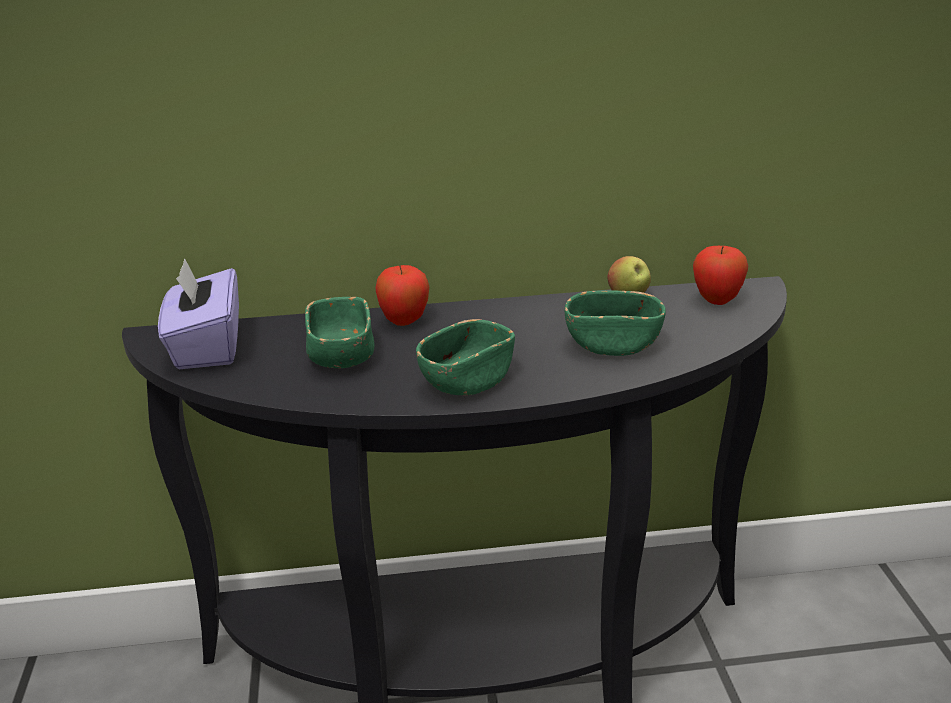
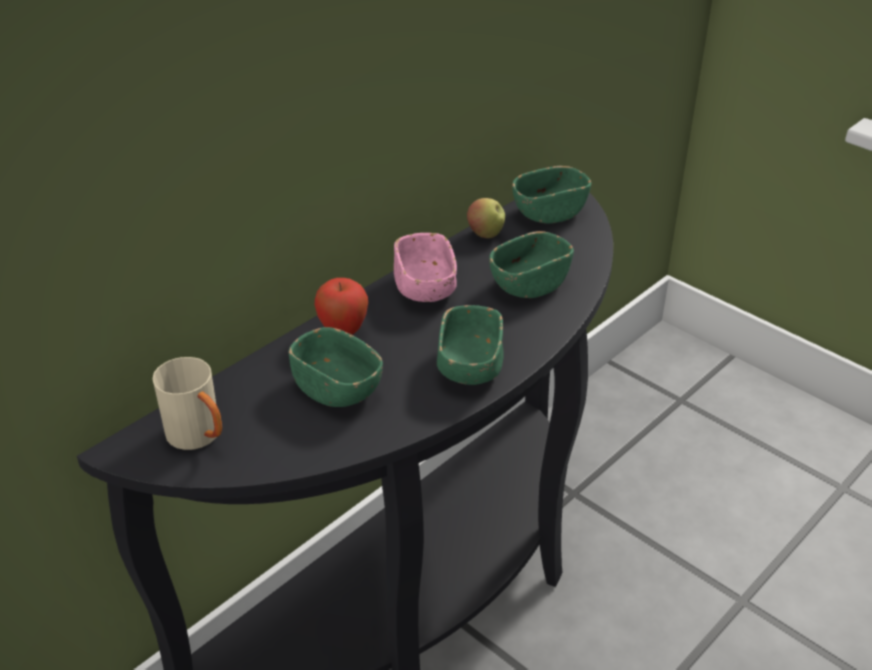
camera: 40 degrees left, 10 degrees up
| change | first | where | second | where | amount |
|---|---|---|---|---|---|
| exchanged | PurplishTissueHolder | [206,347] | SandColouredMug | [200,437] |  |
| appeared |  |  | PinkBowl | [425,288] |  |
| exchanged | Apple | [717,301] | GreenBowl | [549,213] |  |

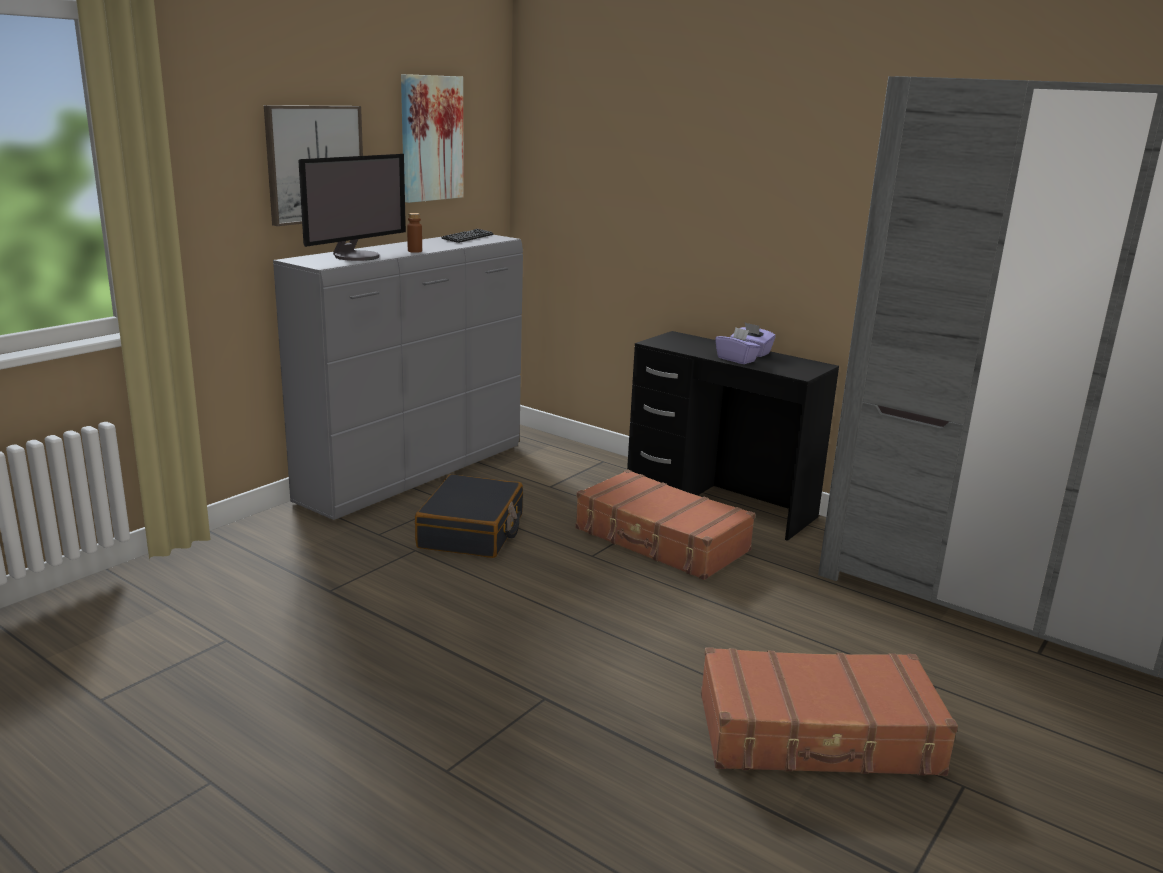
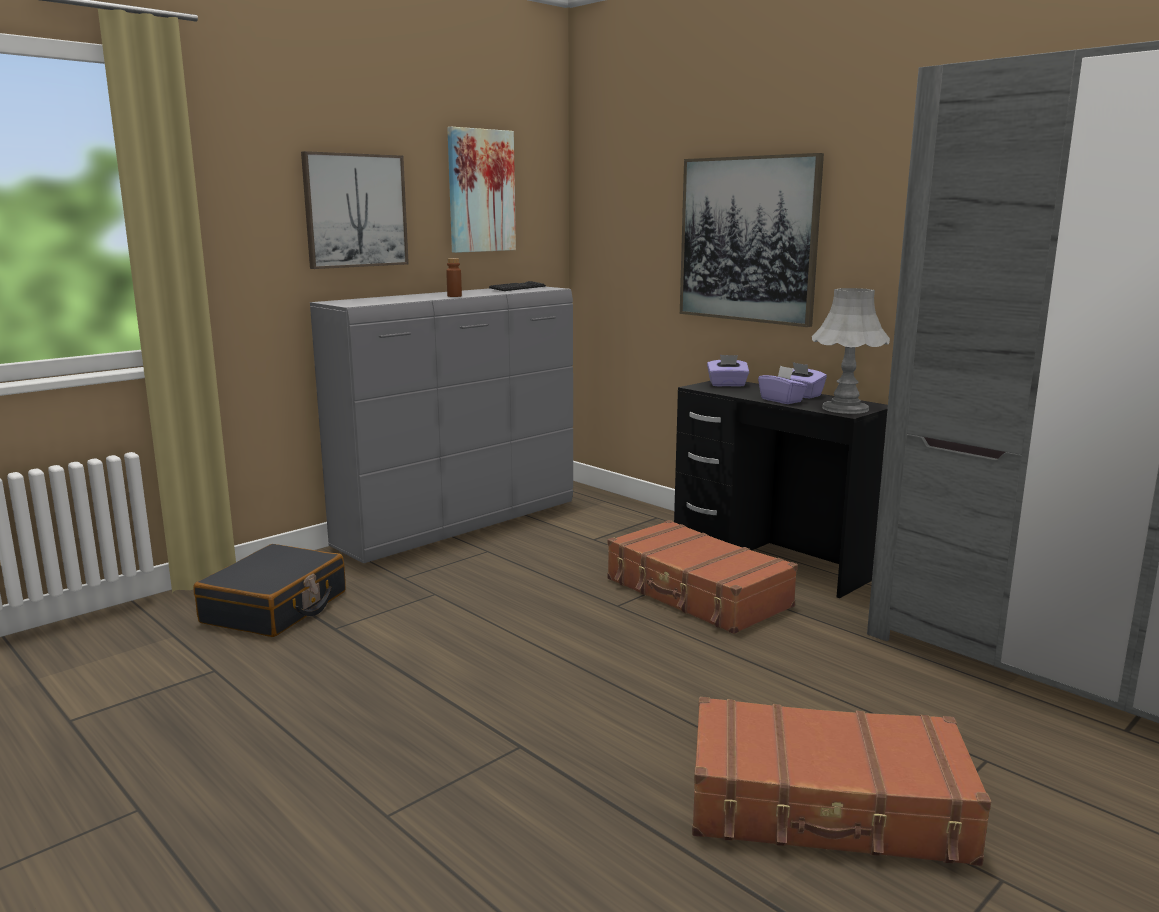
camera: 10 degrees right, 5 degrees down
| change | first | where | second | where | amount |
|---|---|---|---|---|---|
| relocated | BlackishSuitcase | [472,532] |  | [275,608] |  |
| appeared |  |  | WallArt | [748,239] |  |
| appeared |  |  | PurplishTissueHolder | [727,385] |  |
| appeared |  |  | GrayLampForATable | [844,408] |  |
| missing | ComputerScreen | [356,256] |  |  |  |

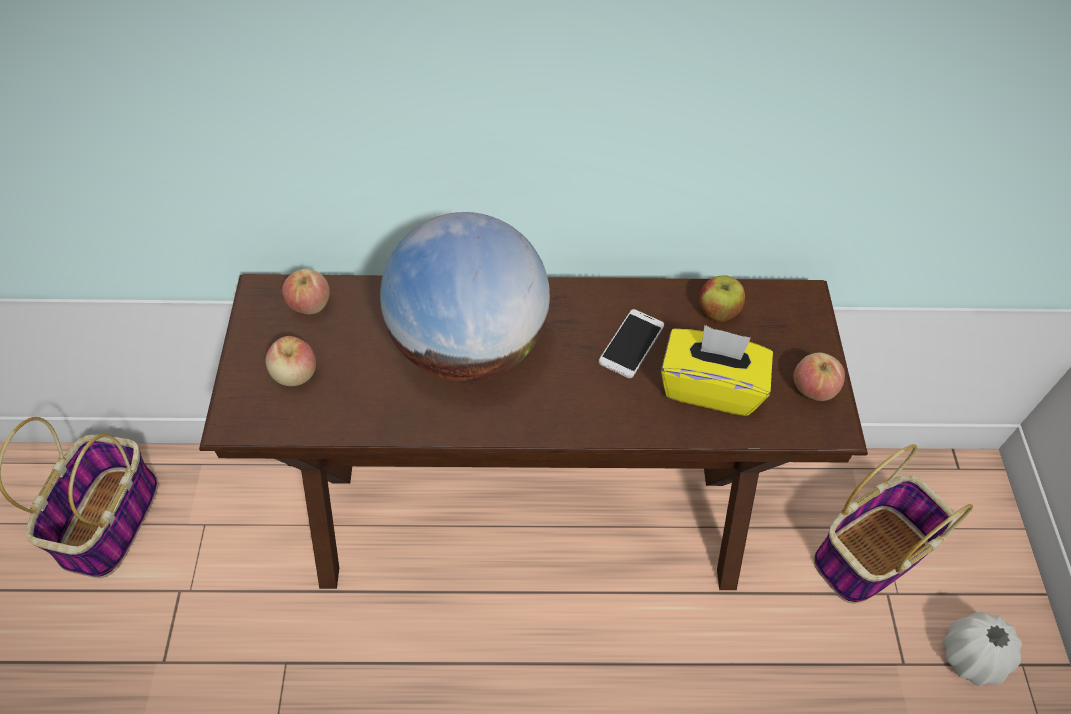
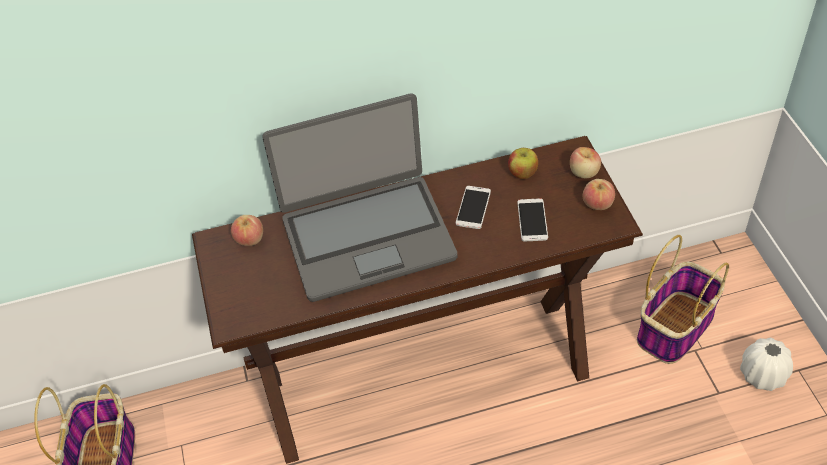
camera: 10 degrees left, 5 degrees down
| change | first | where | second | where | amount |
|---|---|---|---|---|---|
| exchanged | Globe | [469,346] | NotebookComputer | [367,237] |  |
| exchanged | YellowColouredTissueHolder | [710,386] | Handset | [532,220] |  |
| relocated | Apple | [295,374] |  | [584,173] |  |

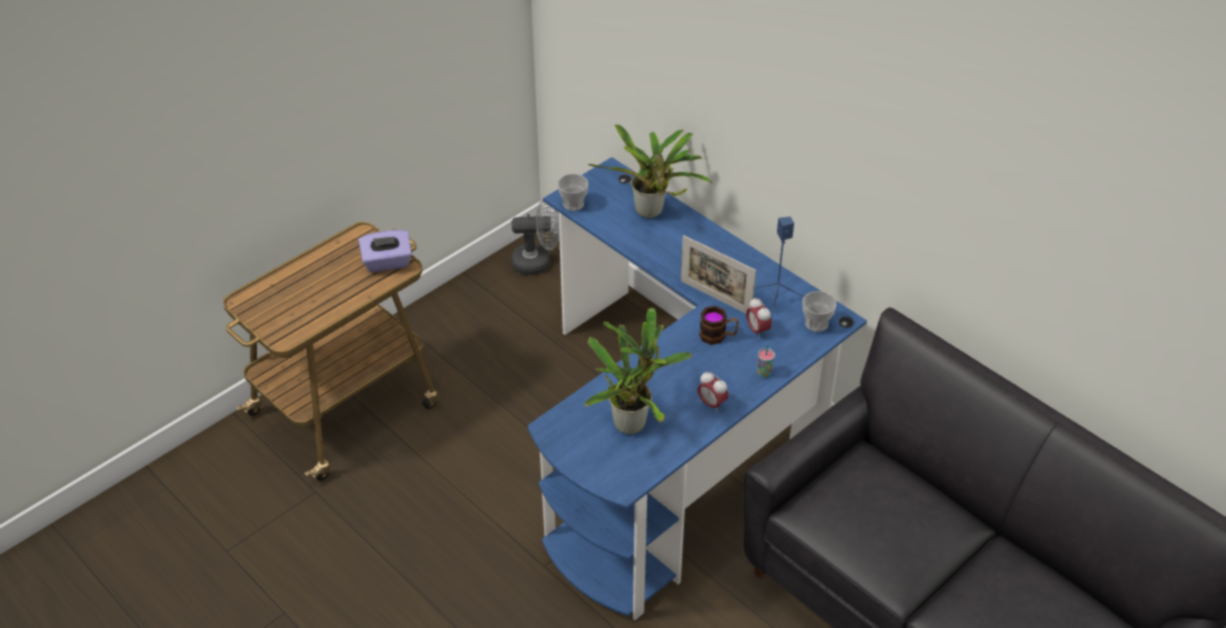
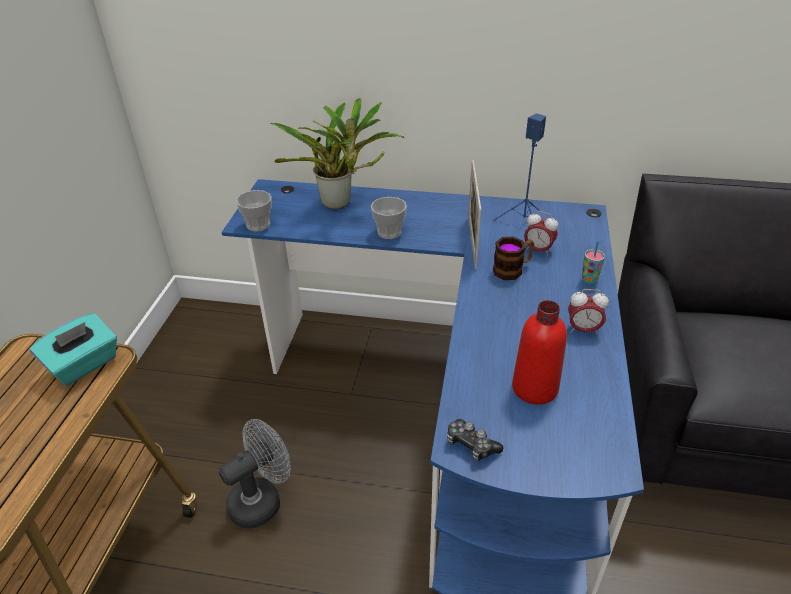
camera: 35 degrees left, 5 degrees down
| change | first | where | second | where | amount |
|---|---|---|---|---|---|
| colour | PurplishTissueHolder | [387,263] | TurquoiseColouredTissueHolder | [84,365] |  |
| relocated | GrayCoolingFan | [538,262] |  | [262,500] |  |
| relocated | Cup | [816,324] |  | [389,232] |  |
| appeared |  |  | GameController | [471,445] |  |
| spun | StandingFrame | [715,298] |  | [472,241] | 90 degrees clockwise |
| exchanged | PottedPlant | [632,421] | ReddishBeverageBottle | [534,388] |  |

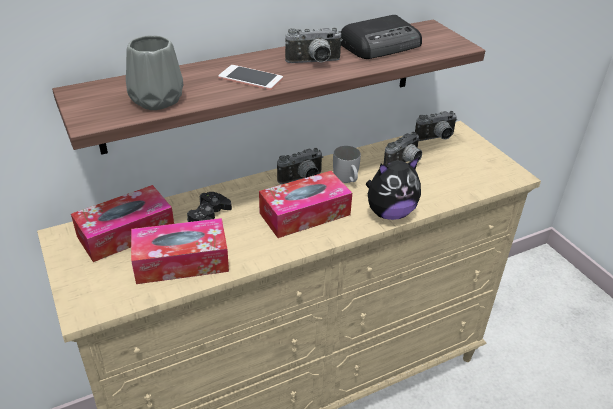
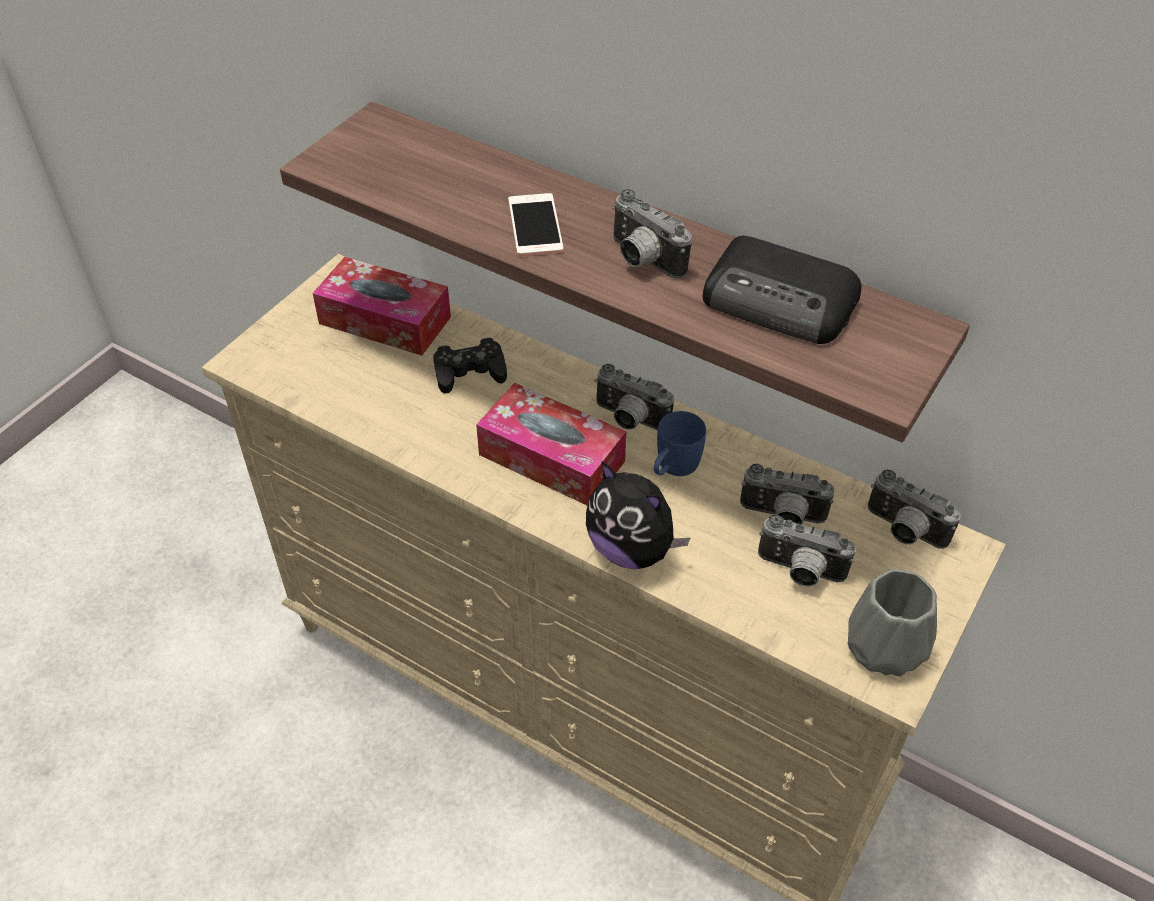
camera: 60 degrees right, 10 degrees up
| change | first | where | second | where | amount |
|---|---|---|---|---|---|
| colour | WhiteColouredMug | [347,179] | BluishMug | [673,467] |  |
| appeared |  |  | StillCamera | [799,572] |  |
| relocated | GrayFlowerVase | [158,100] |  | [885,649] |  |
| missing | TissueHolder | [181,261] |  |  |  |

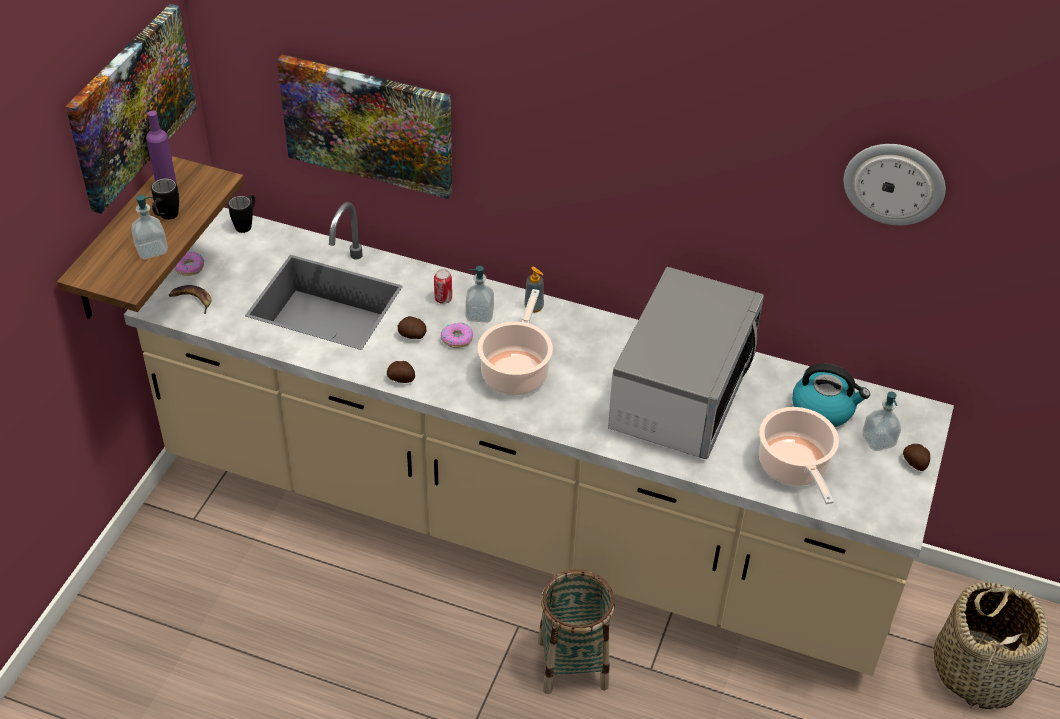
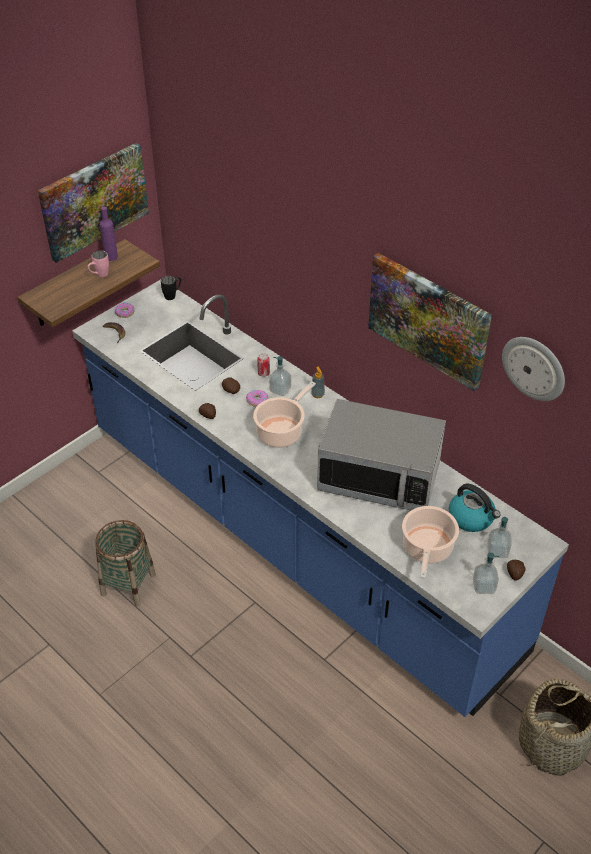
camera: 25 degrees right, 0 degrees up
| change | first | where | second | where | amount |
|---|---|---|---|---|---|
| colour | SandColouredKitchenBaseUnit | [524,519] | BluishKitchenBaseUnit | [295,537] |  |
| colour | BlackishMug | [166,218] | PinkMug | [99,275] |  |
| relocated | Basket | [573,664] |  | [128,584] |  |
| spun | MicrowaveOven | [680,394] |  | [379,478] | 60 degrees clockwise |
| relocated | WallArt | [368,124] |  | [428,319] |  |
| relocated | LiquidSoapBottle | [152,250] |  | [484,586] |  |

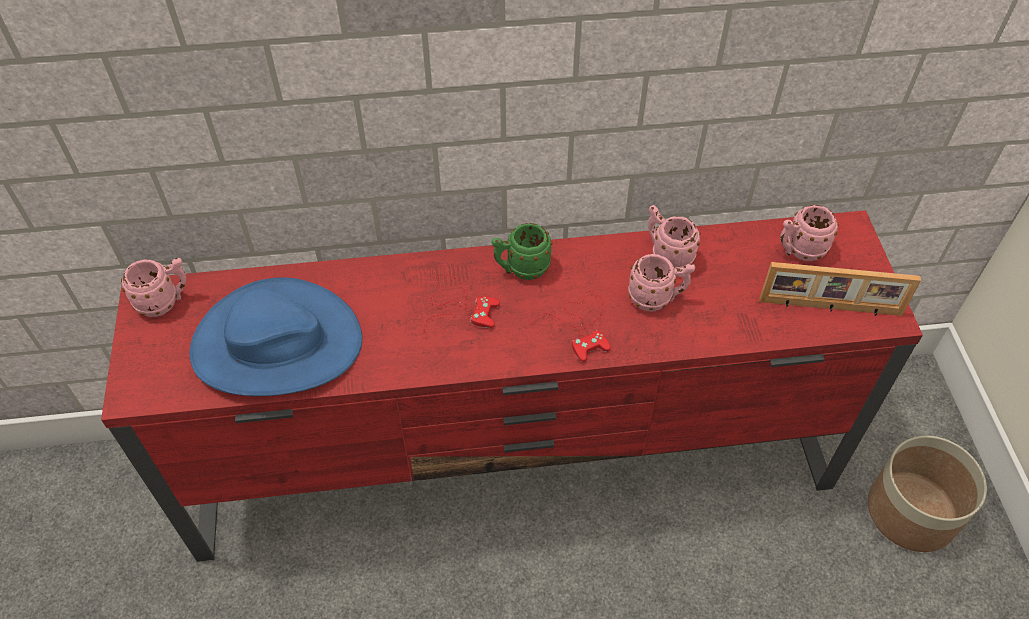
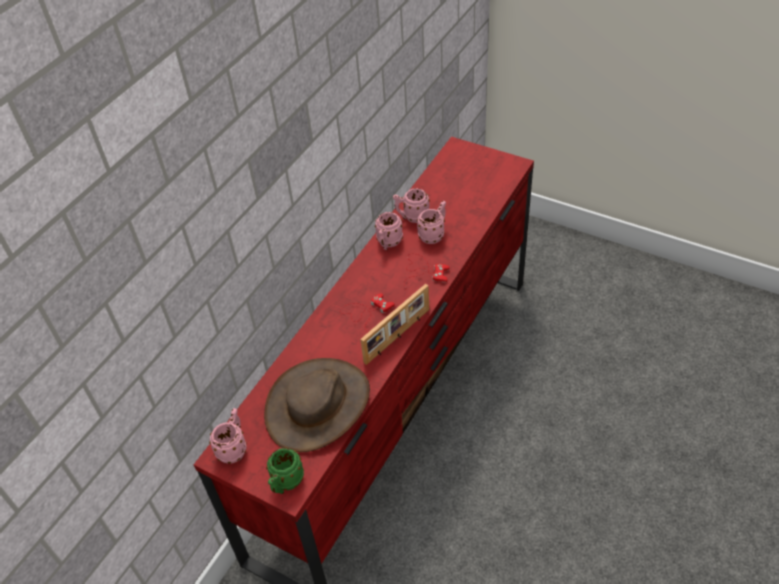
camera: 50 degrees left, 5 degrees down
| change | first | where | second | where | amount |
|---|---|---|---|---|---|
| colour | BluishClothingHat | [276,345] | BrownColouredClothingHat | [318,405] |  |
| relocated | GreenMug | [521,269] |  | [285,484] |  |
| relocated | StandingFrame | [830,308] |  | [398,336] |  |
| relocated | PinkMug | [799,251] |  | [388,243] |  |
| missing | PlantPot | [911,511] |  |  |  |

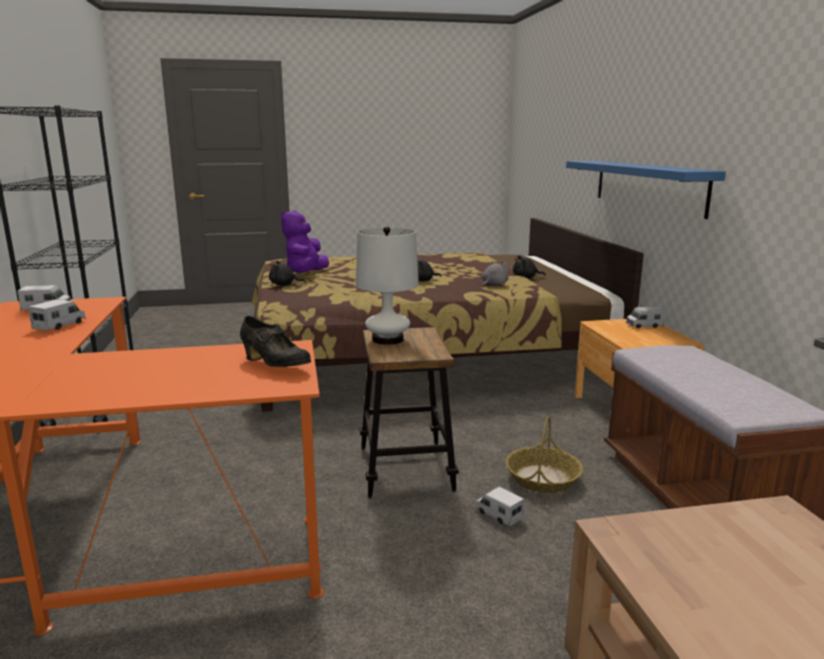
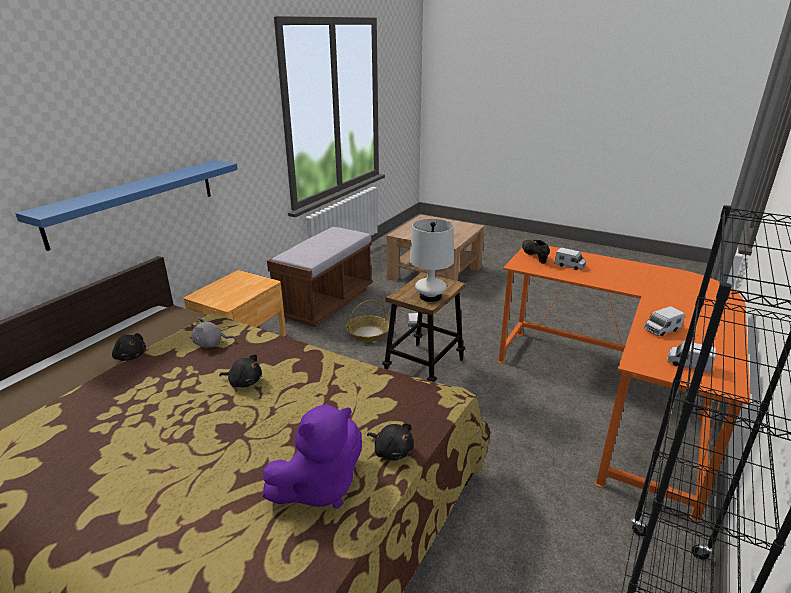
camera: 140 degrees left, 10 degrees up
| change | first | where | second | where | amount |
|---|---|---|---|---|---|
| relocated | ModelTruck | [643,325] |  | [569,266] |  |

